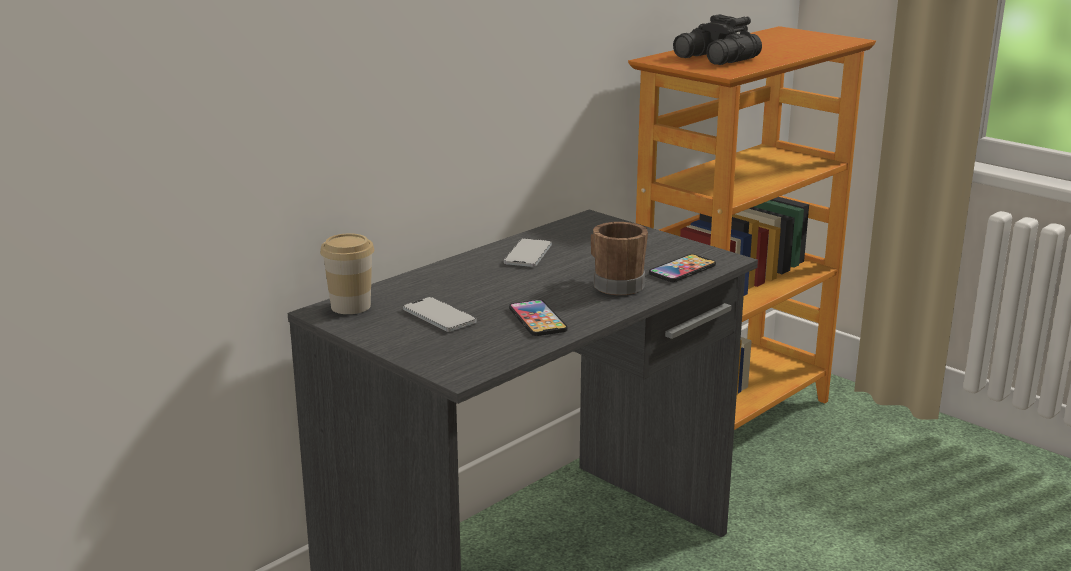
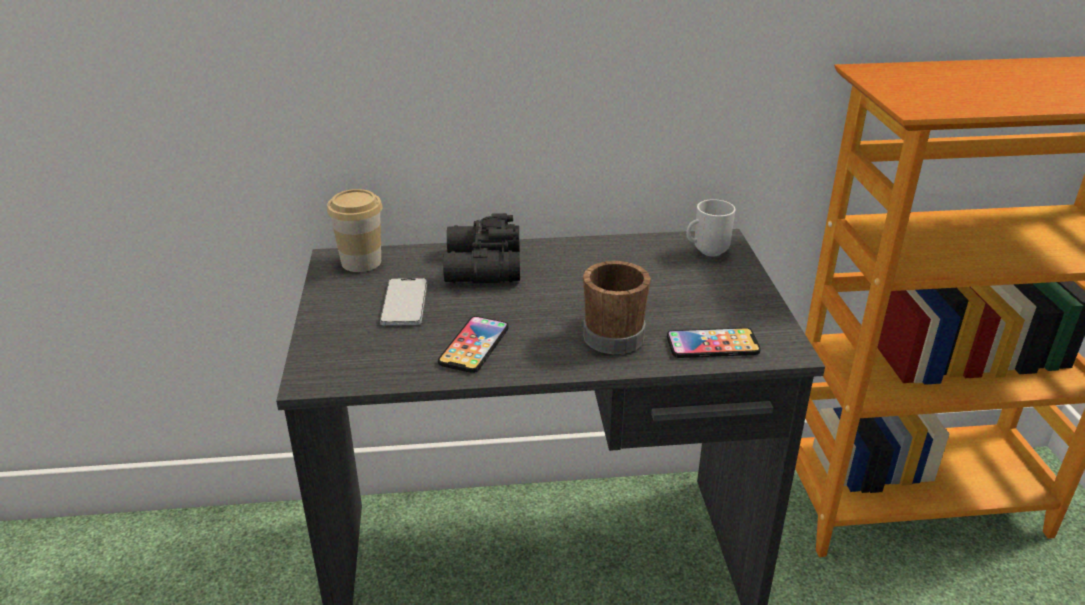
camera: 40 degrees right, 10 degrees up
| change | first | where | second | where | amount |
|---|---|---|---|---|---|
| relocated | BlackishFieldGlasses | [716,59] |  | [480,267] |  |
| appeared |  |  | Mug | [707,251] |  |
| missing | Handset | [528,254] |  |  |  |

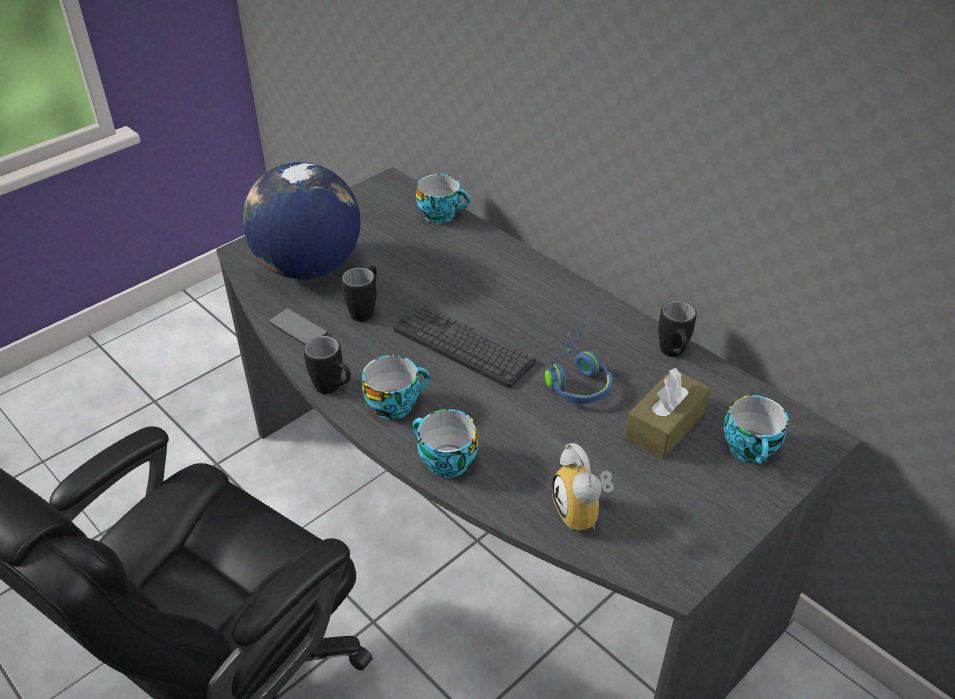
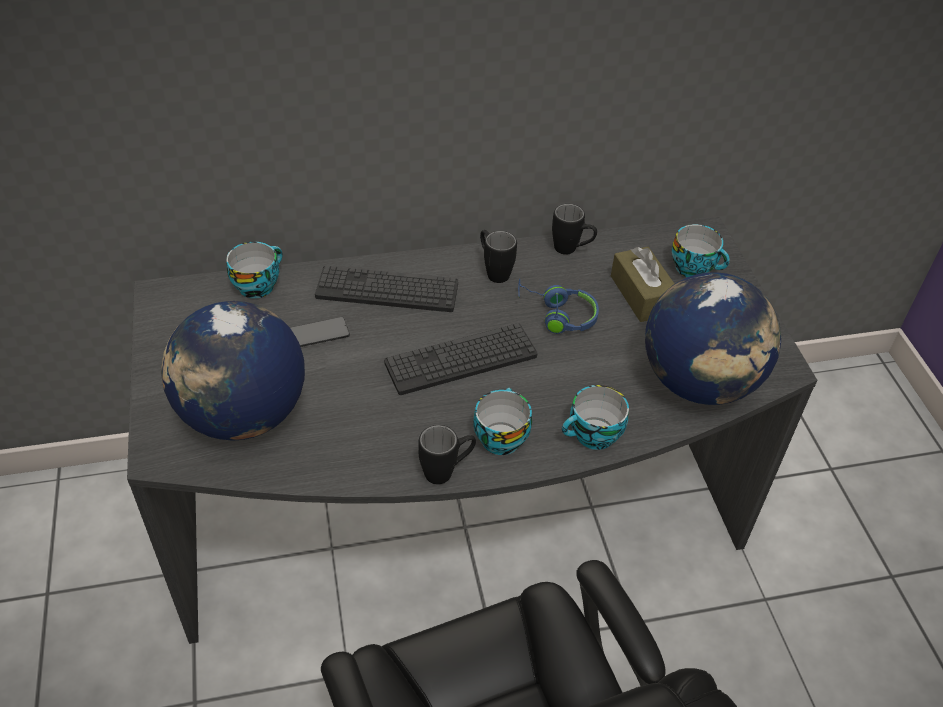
camera: 60 degrees left, 5 degrees up
| change | first | where | second | where | amount |
|---|---|---|---|---|---|
| relocated | Handset | [298,328] |  | [317,334] |  |
| appeared |  |  | ComputerKeyboard | [387,290] |  |
| relocated | BlackishMug | [366,309] |  | [493,271] |  |
| exchanged | BedsideClock | [584,513] | Globe | [699,383] |  |

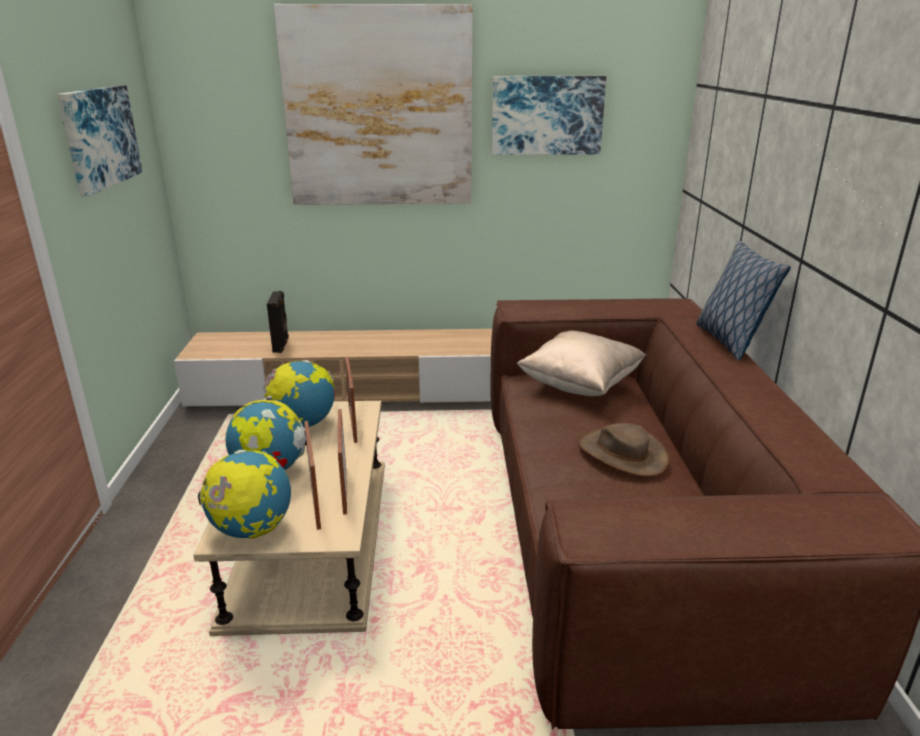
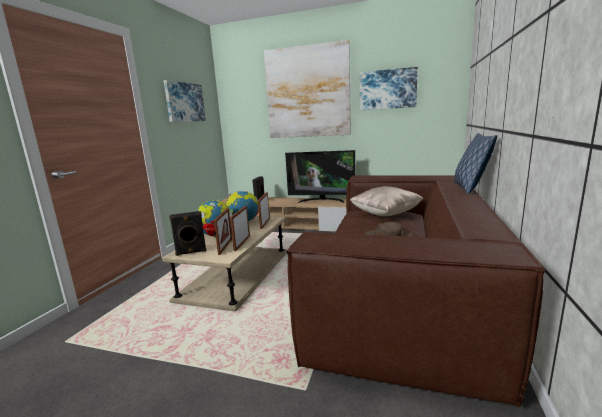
camera: 20 degrees right, 10 degrees down
| change | first | where | second | where | amount |
|---|---|---|---|---|---|
| exchanged | Globe | [251,530] | BlackishAudioSpeaker | [191,252] |  |
| appeared |  |  | Television | [321,200] |  |

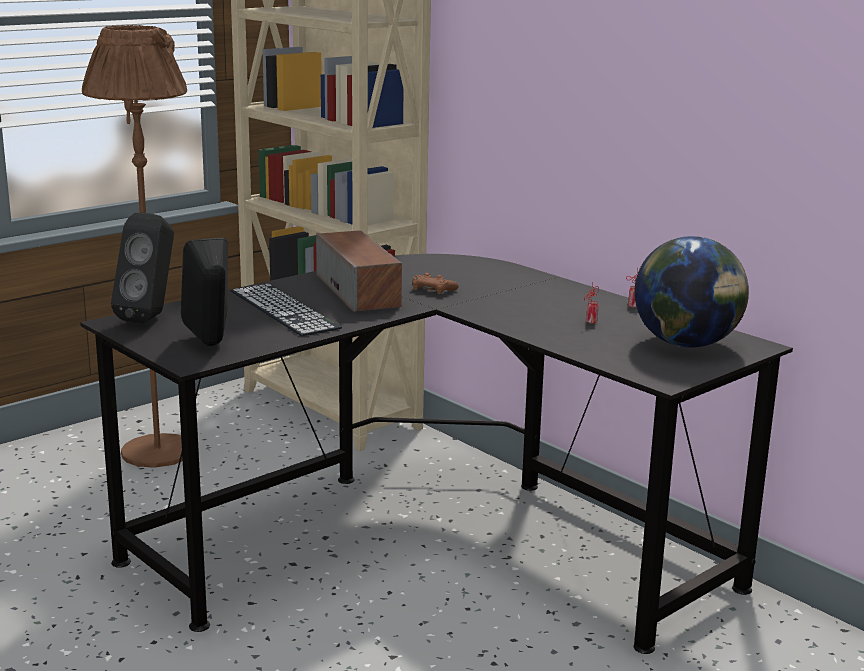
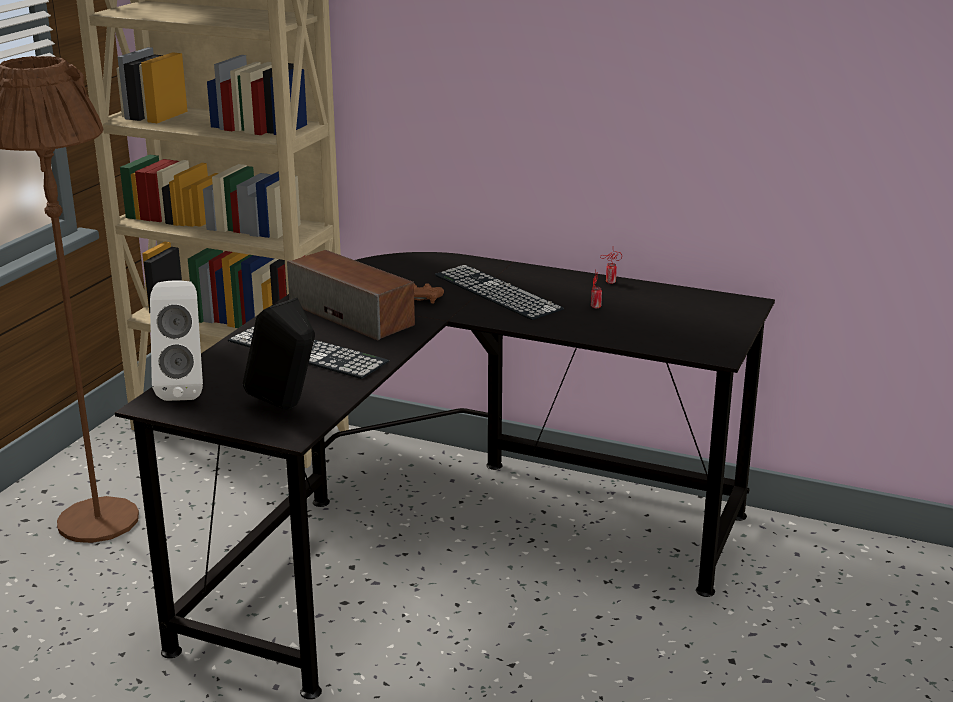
camera: 25 degrees left, 5 degrees up
| change | first | where | second | where | amount |
|---|---|---|---|---|---|
| colour | BlackishAudioSpeaker | [151,317] | WhiteColouredAudioSpeaker | [184,390] |  |
| appeared |  |  | ComputerKeyboard | [497,292] |  |
| missing | Globe | [686,344] |  |  |  |

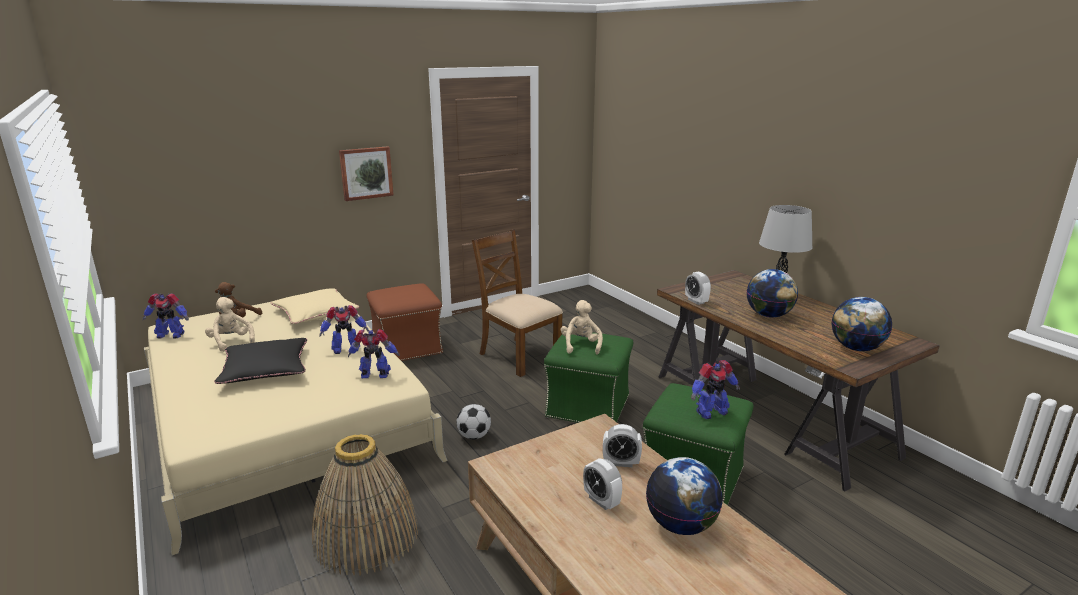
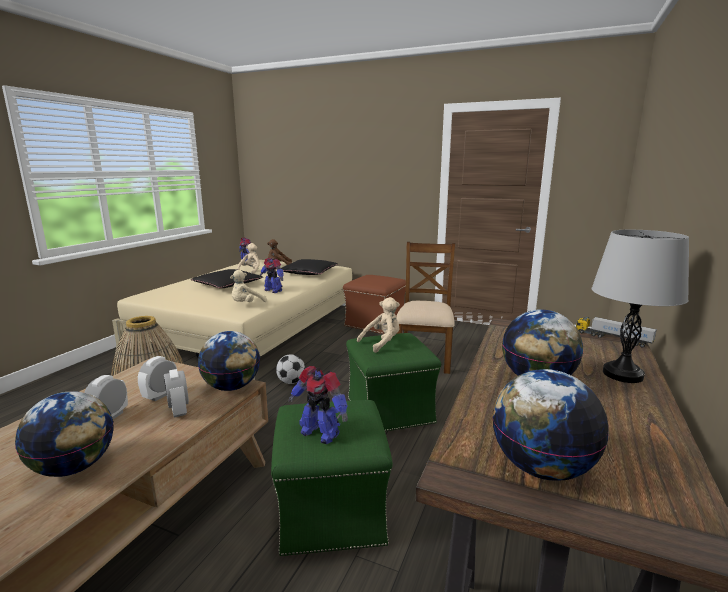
camera: 55 degrees right, 5 degrees down
| change | first | where | second | where | amount |
|---|---|---|---|---|---|
| relocated | BedsideClock | [696,301] |  | [161,395] |  |
| appeared |  |  | Globe | [232,387] |  |
| exchanged | ToyRobot | [375,375] | SandColouredCuddlyToy | [246,304] |  |
| colour | SandColouredCushion | [315,312] | BlackishCushion | [309,272] |  |
| appeared |  |  | ModelTruck | [612,338] |  |
| missing | WallArt | [366,173] |  |  |  |

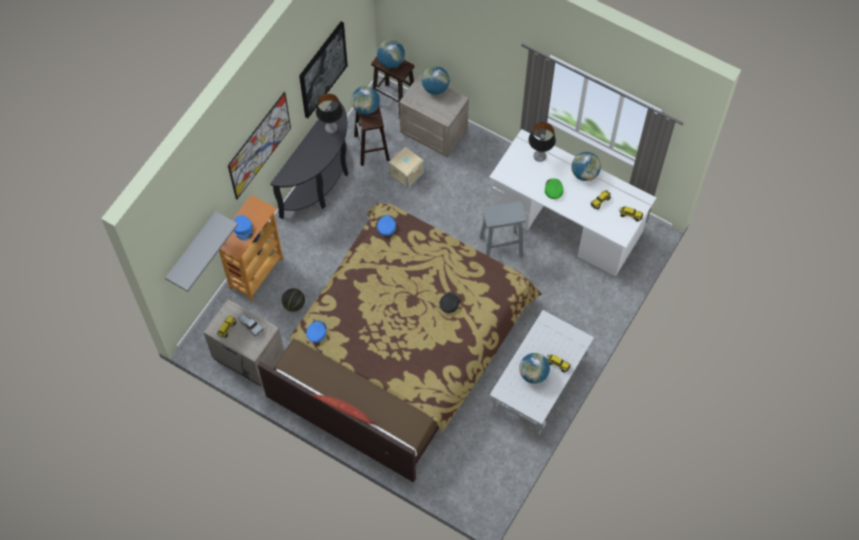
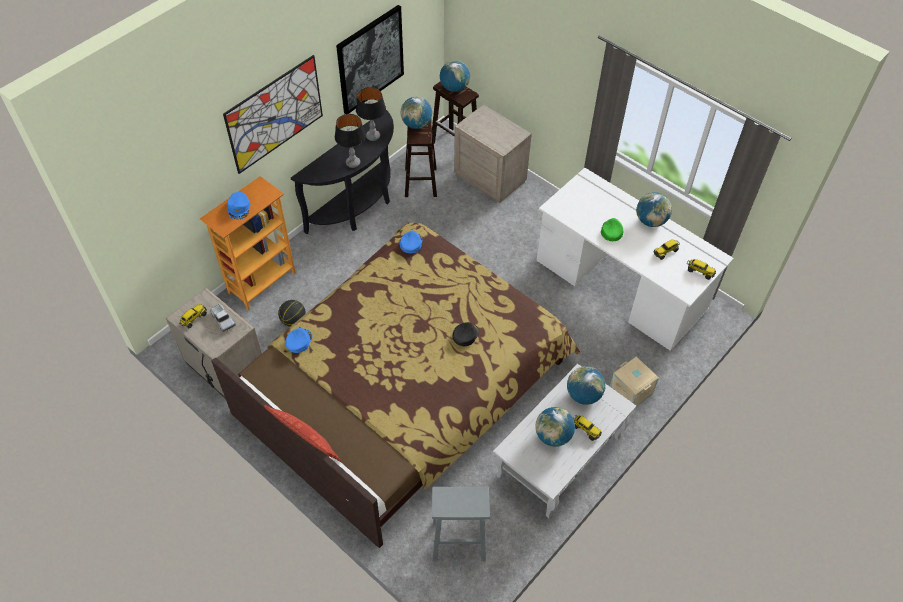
camera: 10 degrees right, 10 degrees down
| change | first | where | second | where | amount |
|---|---|---|---|---|---|
| relocated | LampForATable | [540,156] |  | [353,163] |  |
| relocated | GraySittingStool | [500,247] |  | [458,541] |  |
| relocated | Globe | [435,88] |  | [583,395] |  |
| relocated | SandColouredStorageBox | [407,173] |  | [631,391] |  |
| missing | GrayBracketShelf | [192,249] |  |  |  |

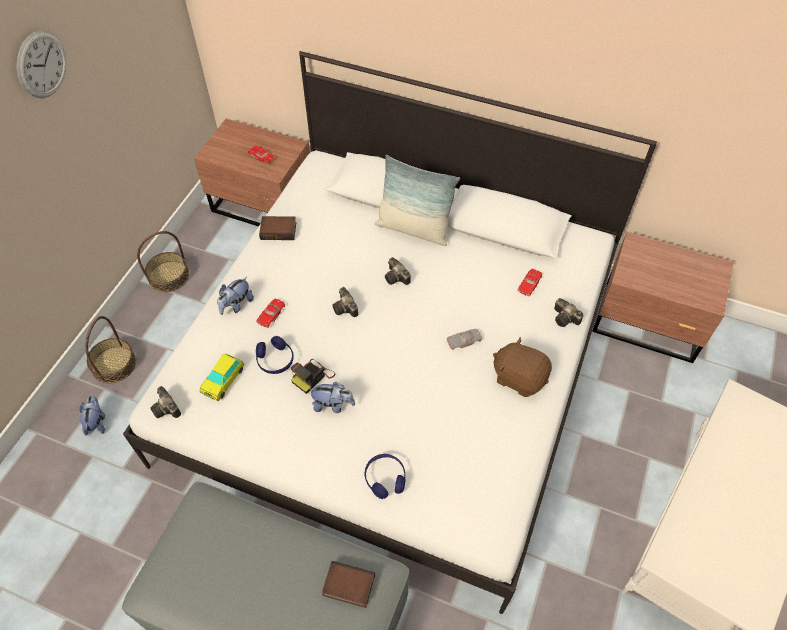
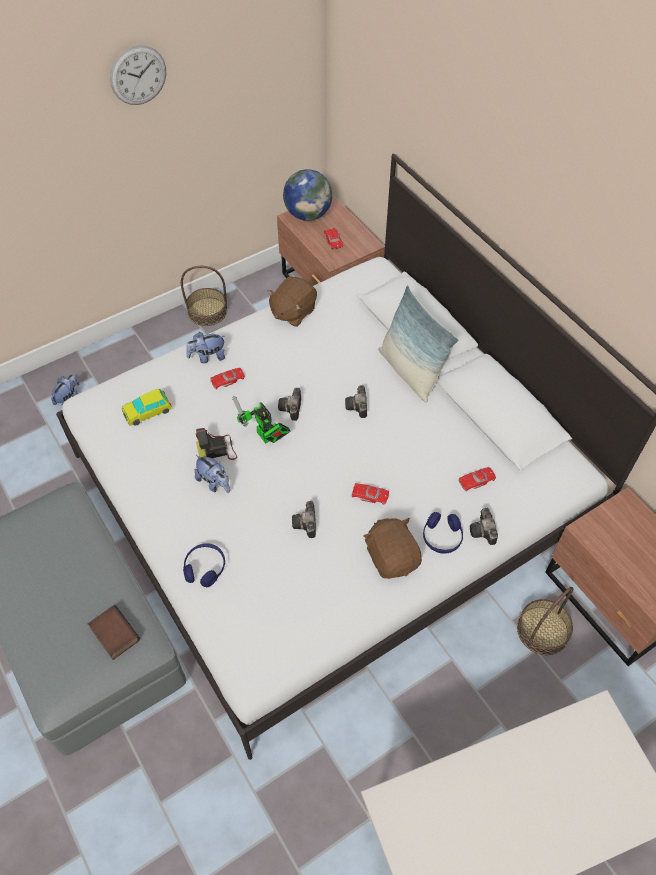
camera: 35 degrees right, 0 degrees up
| change | first | where | second | where | amount |
|---|---|---|---|---|---|
| appeared |  |  | ToyRobot | [266,438] |  |
| exchanged | Volume | [279,230] | BrownColouredCuddlyToy | [292,312] |  |
| appeared |  |  | Globe | [308,214] |  |
| relocated | StillCamera | [167,409] |  | [306,525] |  |
| colour | GrayMiniatureCar | [464,340] | ReddishMiniatureCar | [370,495] |  |
| relocated | BluishHeadphones | [275,360] |  | [442,537] |  |
| relocated | Basket | [114,364] |  | [542,630] |  |

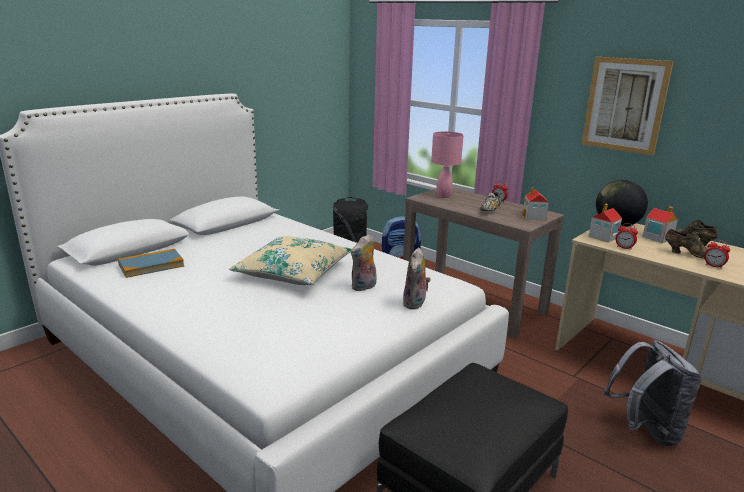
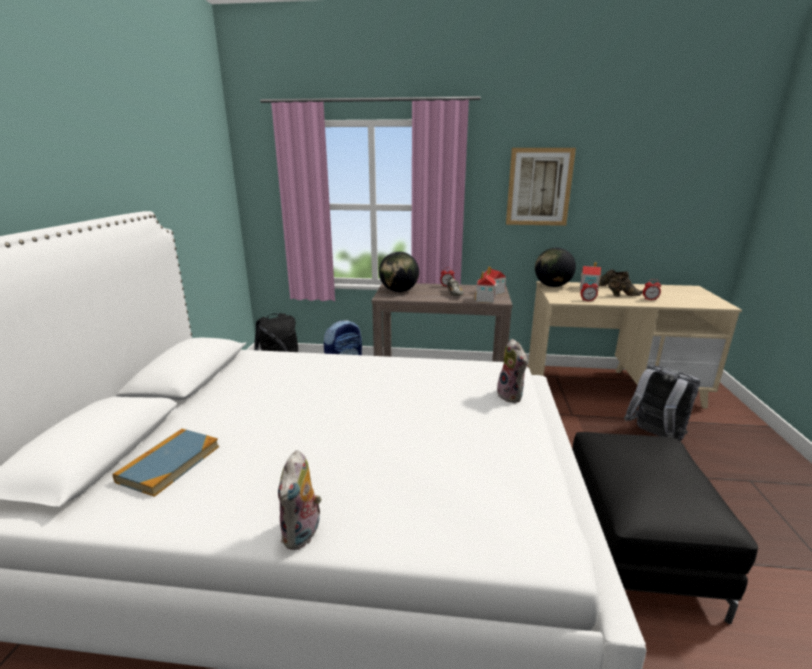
camera: 35 degrees left, 0 degrees up
| change | first | where | second | where | amount |
|---|---|---|---|---|---|
| relocated | CuddlyToy | [364,287] |  | [303,534] |  |
| exchanged | PinkLampForATable | [443,196] | Globe | [399,291] |  |
| relocated | ModelHouse | [603,237] |  | [485,300] |  |
| missing | SandColouredCushion | [293,272] |  |  |  |

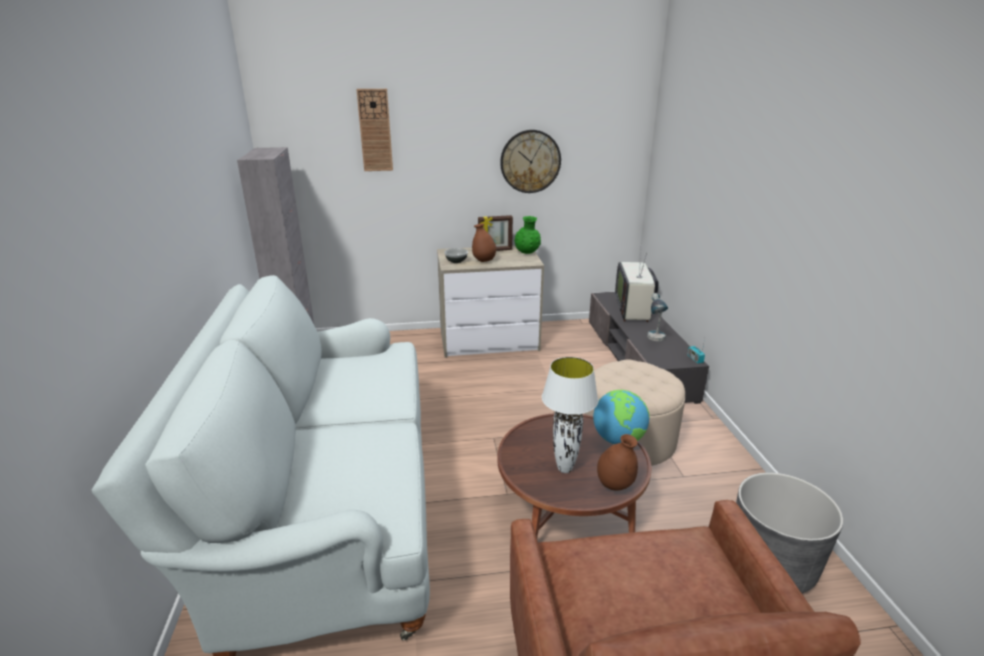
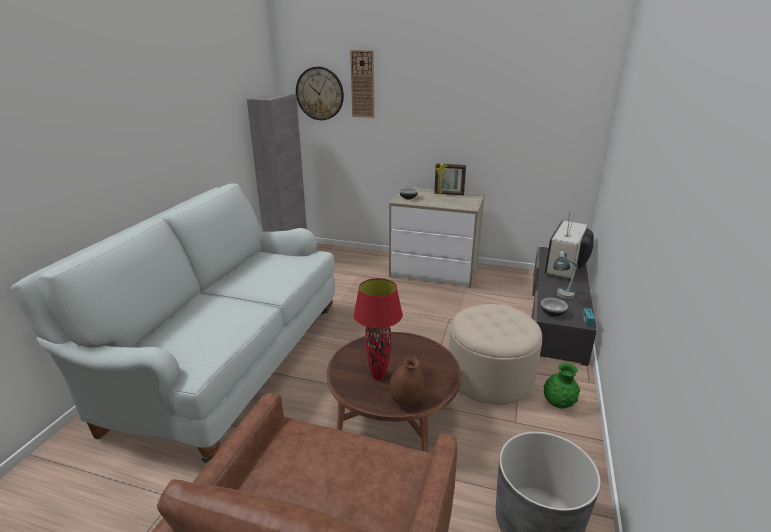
camera: 25 degrees right, 0 degrees up
| change | first | where | second | where | amount |
|---|---|---|---|---|---|
| relocated | WallClock | [530,161] |  | [320,93] |  |
| colour | WhiteColouredLampForATable | [564,469] | ReddishLampForATable | [378,376] |  |
| appeared |  |  | Bowl | [552,313] |  |
| relocated | GreenFlowerVase | [527,253] |  | [558,404] |  |
| missing | BrownColouredFlowerVase | [484,261] |  |  |  |
| missing | Globe | [618,440] |  |  |  |

